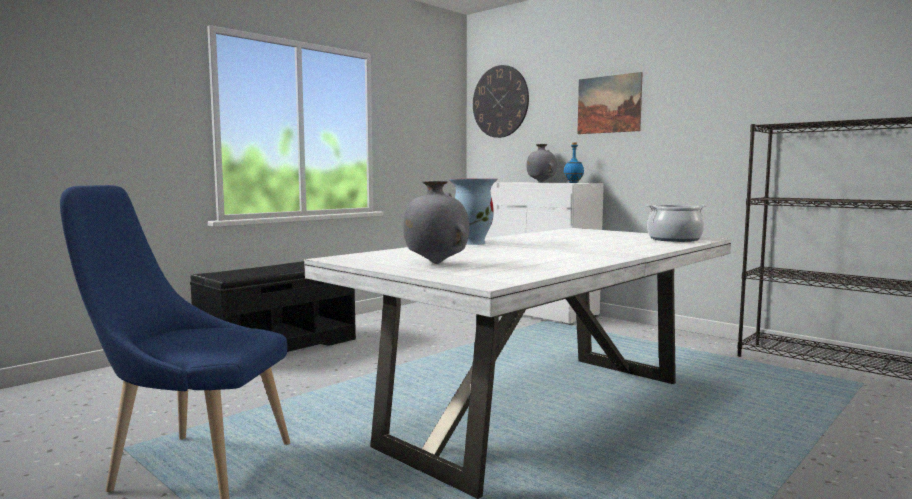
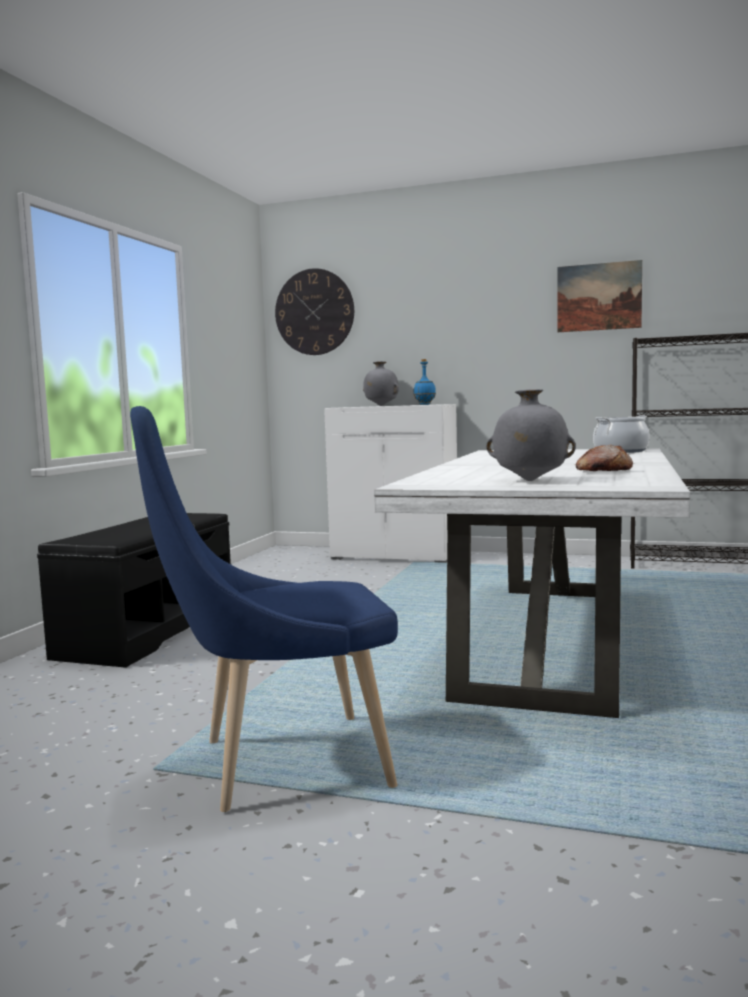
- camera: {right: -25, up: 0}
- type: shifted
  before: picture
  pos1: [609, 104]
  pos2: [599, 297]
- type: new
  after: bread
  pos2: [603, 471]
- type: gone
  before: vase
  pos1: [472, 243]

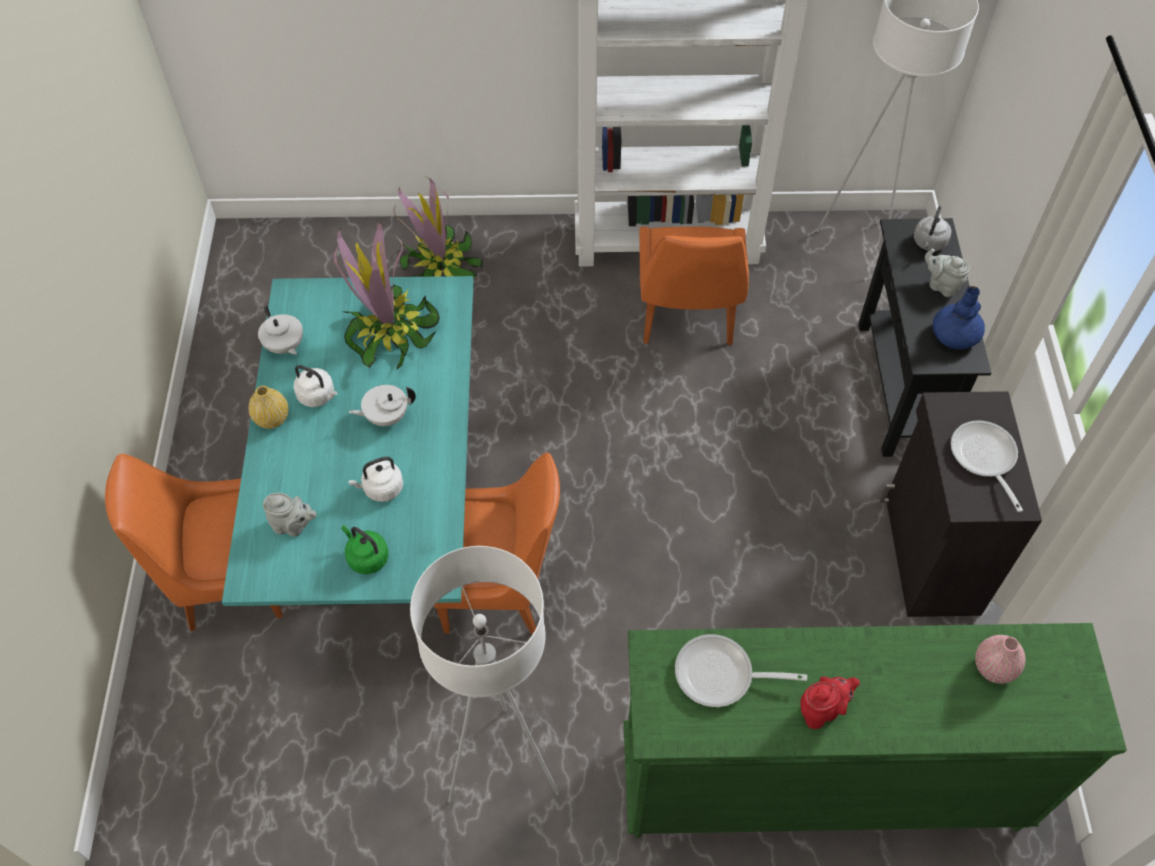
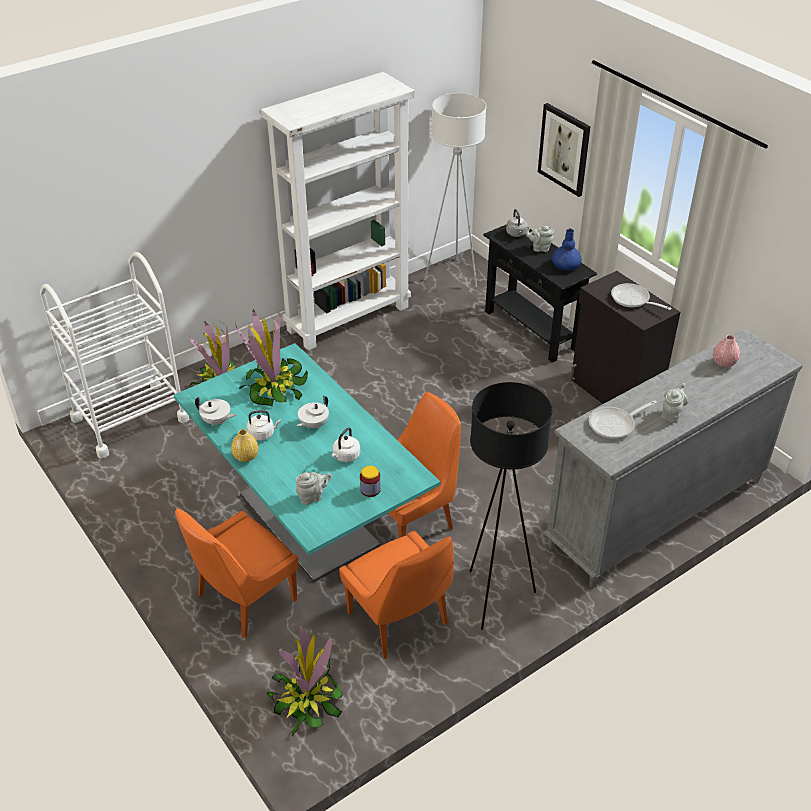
- camera: {right: -35, up: -15}
- type: new
  after: white cart
  pos2: [130, 419]
- type: new
  after: potted plant
  pos2: [307, 700]
- type: shifted
  before: orange chair
  pos1: [686, 317]
  pos2: [400, 621]
- type: swapped
  before: green kettle
  after: jar
  pos1: [366, 557]
  pos2: [370, 489]
- type: repainted
  before: white floor lamp
  after: black floor lamp
  pos1: [502, 768]
  pos2: [495, 598]
- type: new
  after: picture
  pos2: [564, 149]
- type: repainted
  before: green dresser
  after: grey dresser
  pos1: [819, 783]
  pos2: [655, 513]
- type: repainted
  before: red teapot
  after: grey teapot
  pos1: [821, 710]
  pos2: [671, 414]

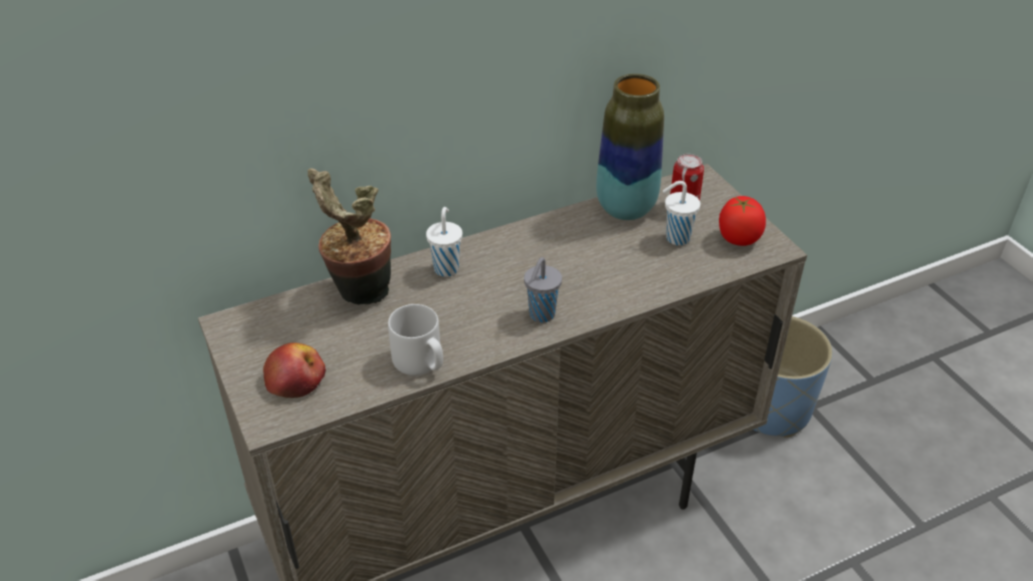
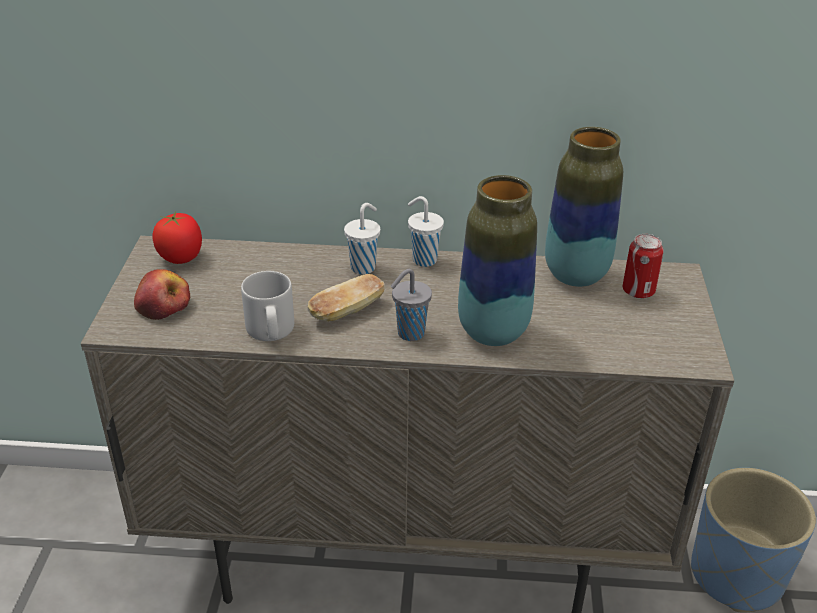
- camera: {right: 30, up: -5}
- type: shifted
  before: tomato
  pos1: [738, 238]
  pos2: [181, 257]
- type: new
  after: bread
  pos2: [347, 312]
- type: shifted
  before: white cup
  pos1: [676, 238]
  pos2: [423, 260]
- type: new
  after: vase
  pos2: [493, 332]
- type: gone
  before: potted plant
  pos1: [358, 293]

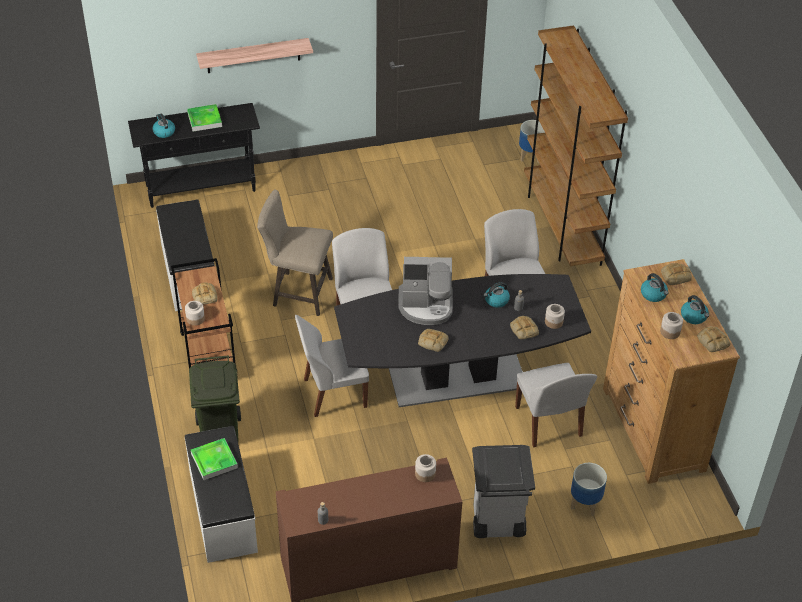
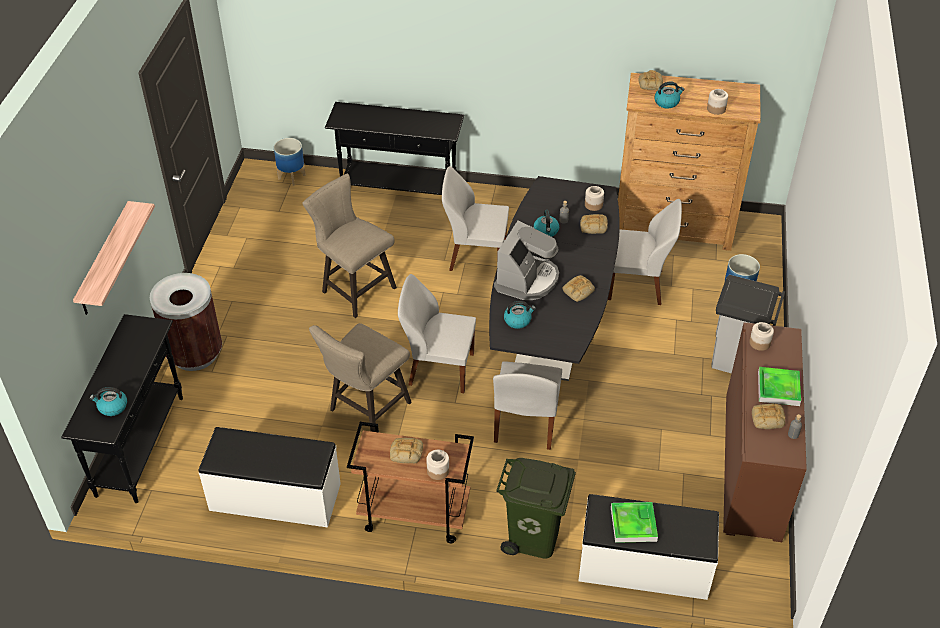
- camera: {right: -65, up: 0}
- type: new
  after: brown trash can
  pos2: [194, 353]
- type: new
  after: beige stool
  pos2: [354, 288]
- type: swapped
  before: brown bookcase
  after: black console table
  pos1: [562, 225]
  pos2: [399, 190]
- type: shifted
  before: kettle
  pos1: [694, 316]
  pos2: [518, 320]
- type: shifted
  before: bread
  pos1: [712, 341]
  pos2: [767, 419]
- type: shifted
  before: tray
  pos1: [204, 120]
  pos2: [778, 388]

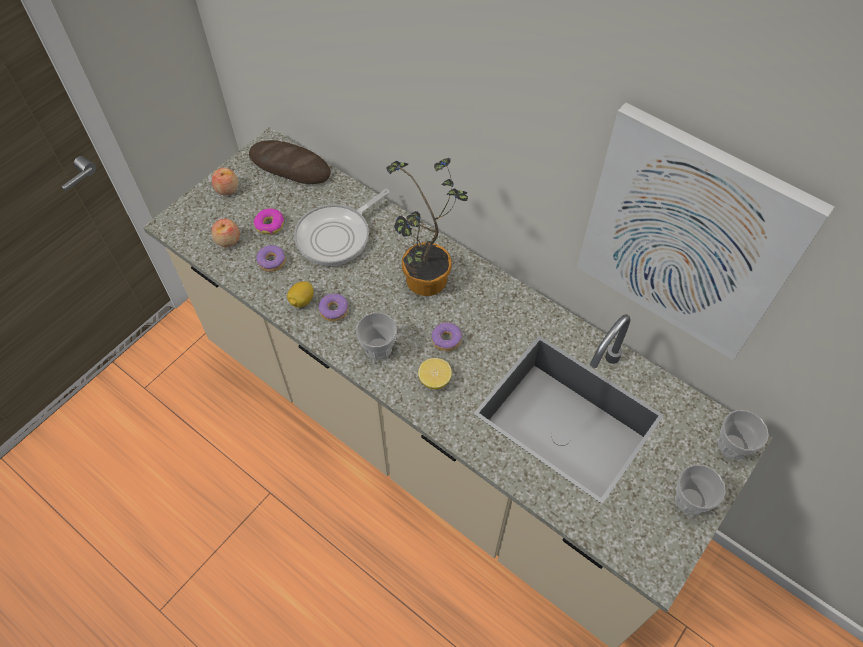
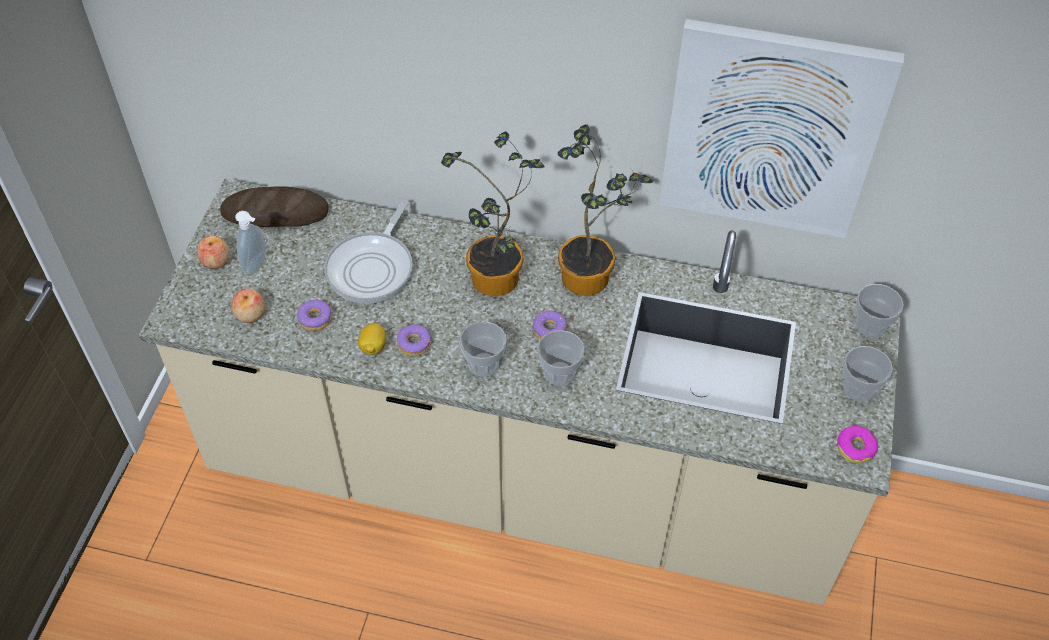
- camera: {right: -25, up: -5}
- type: new
  after: soap dispenser
  pos2: [257, 265]
- type: swapped
  before: lemon
  after: cup
  pos1: [434, 380]
  pos2: [559, 372]
- type: new
  after: potted plant
  pos2: [592, 276]
- type: shifted
  before: donut
  pos1: [270, 225]
  pos2: [855, 448]

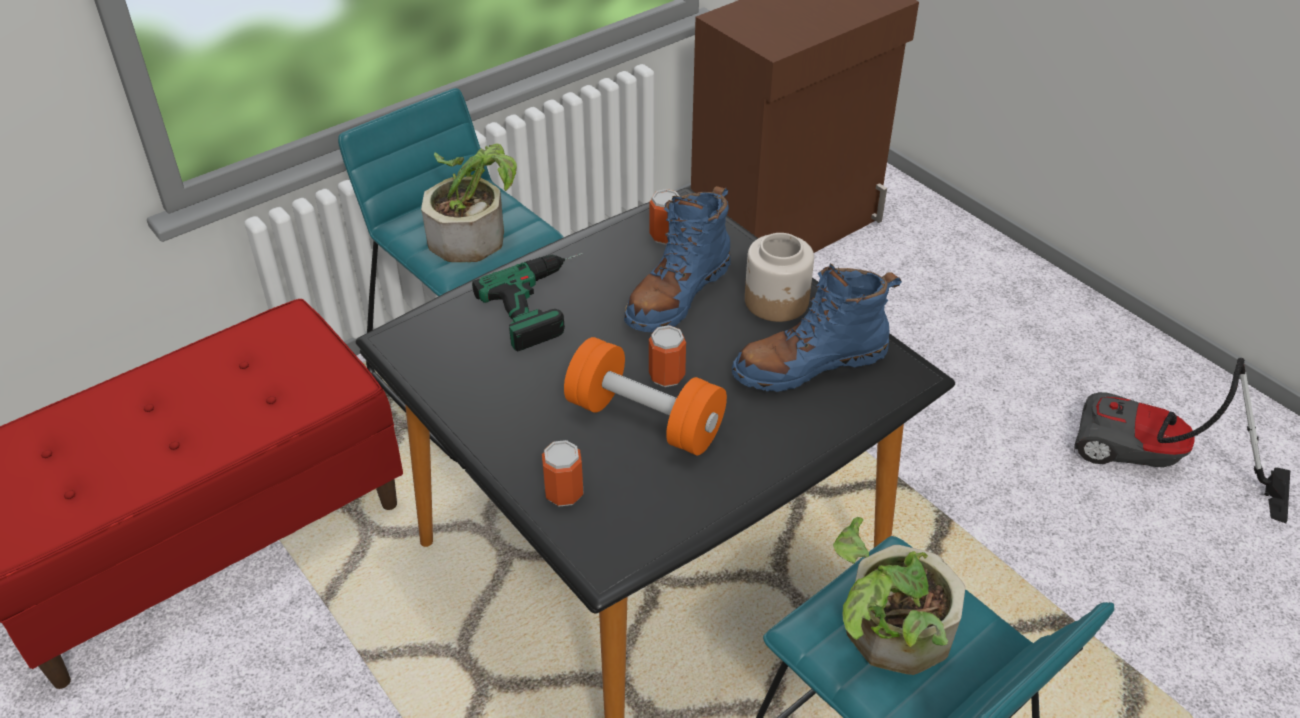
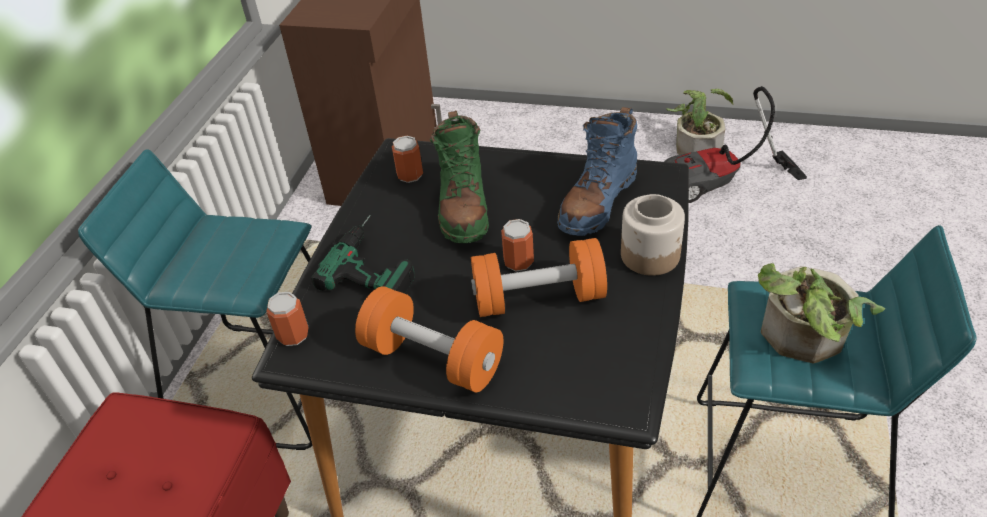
- camera: {right: -35, up: 0}
- type: shifted
  before: can
  pos1: [564, 493]
  pos2: [293, 335]
- type: new
  after: orange dumbbell
  pos2: [433, 358]
- type: repainted
  before: blue boot
  after: green boot
  pos1: [677, 294]
  pos2: [463, 207]
- type: shifted
  before: jar
  pos1: [777, 301]
  pos2: [651, 255]
- type: shifted
  before: potted plant
  pos1: [474, 233]
  pos2: [697, 144]

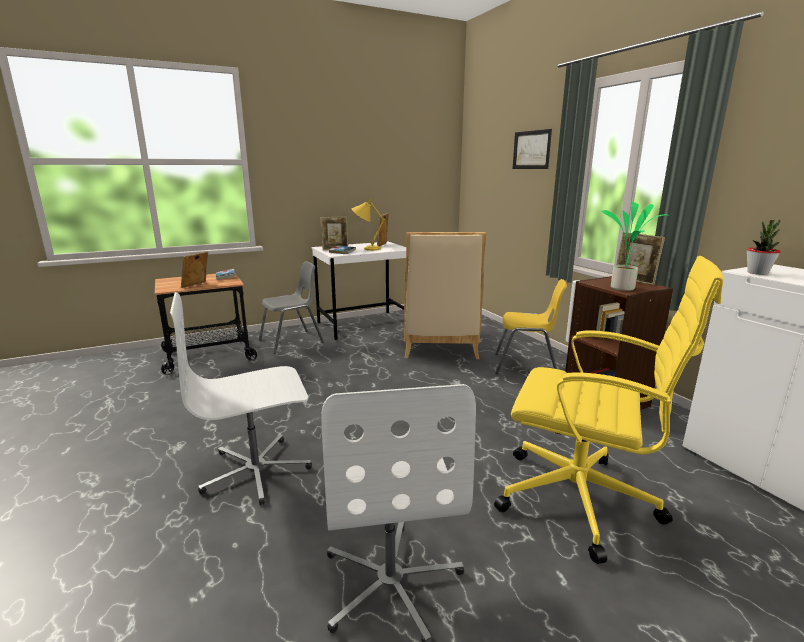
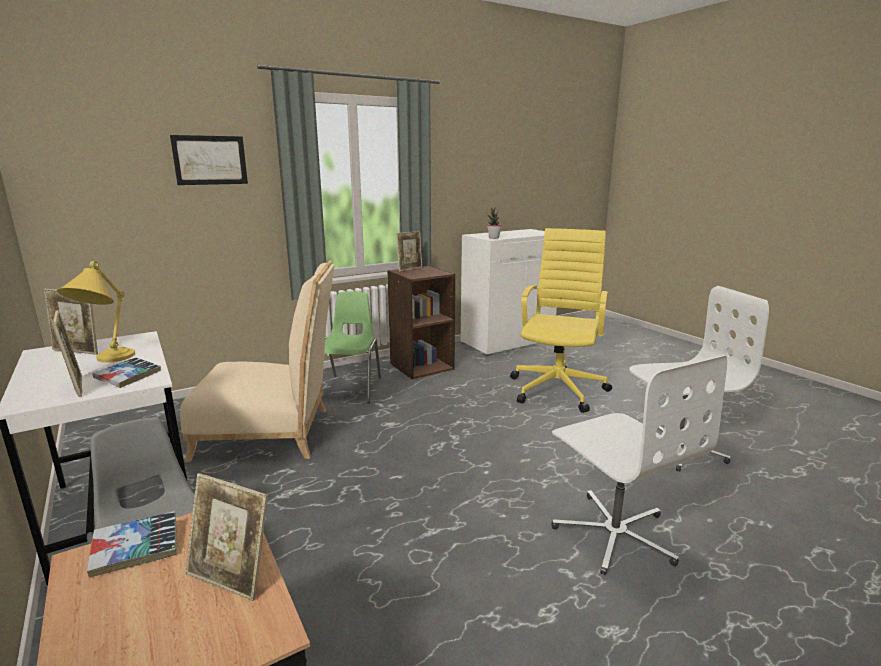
- camera: {right: -95, up: 0}
- type: repainted
  before: yellow chair
  after: green chair
  pos1: [526, 366]
  pos2: [350, 388]
- type: gone
  before: potted plant
  pos1: [624, 288]

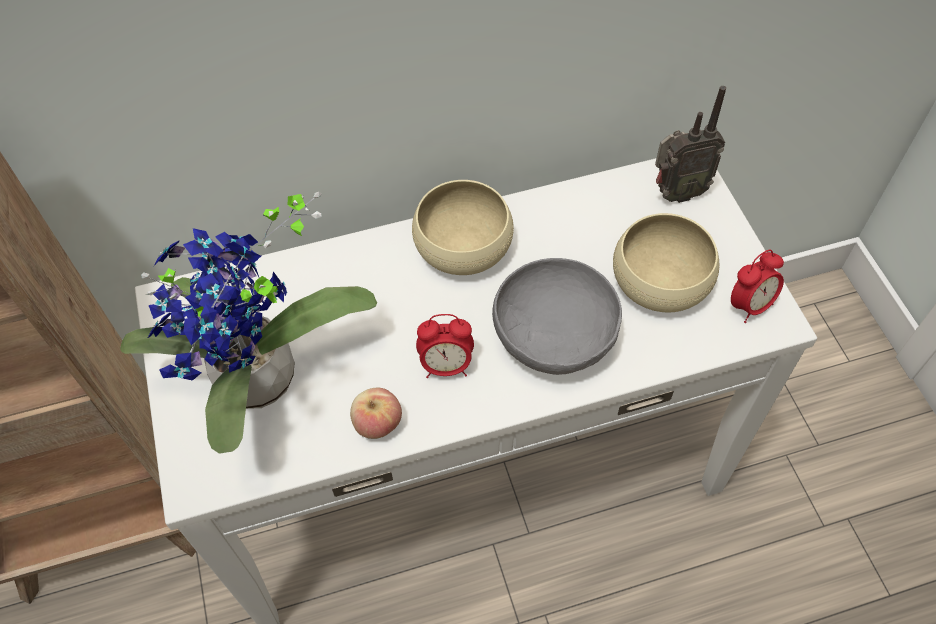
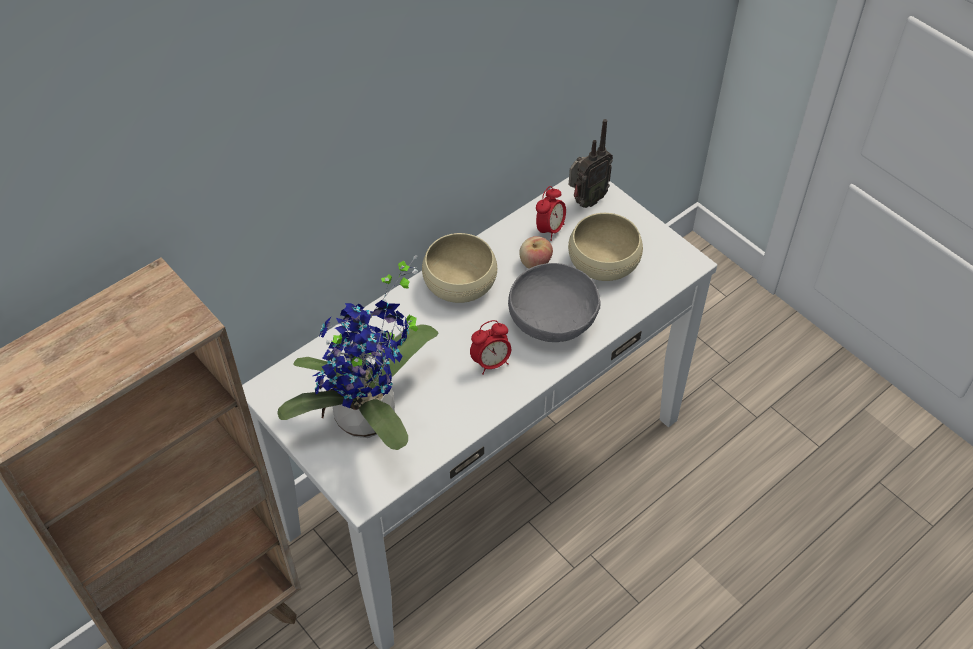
- camera: {right: -25, up: -5}
- type: shifted
  before: apple
  pos1: [377, 423]
  pos2: [535, 263]
- type: shifted
  before: alarm clock
  pos1: [749, 305]
  pos2: [550, 229]

